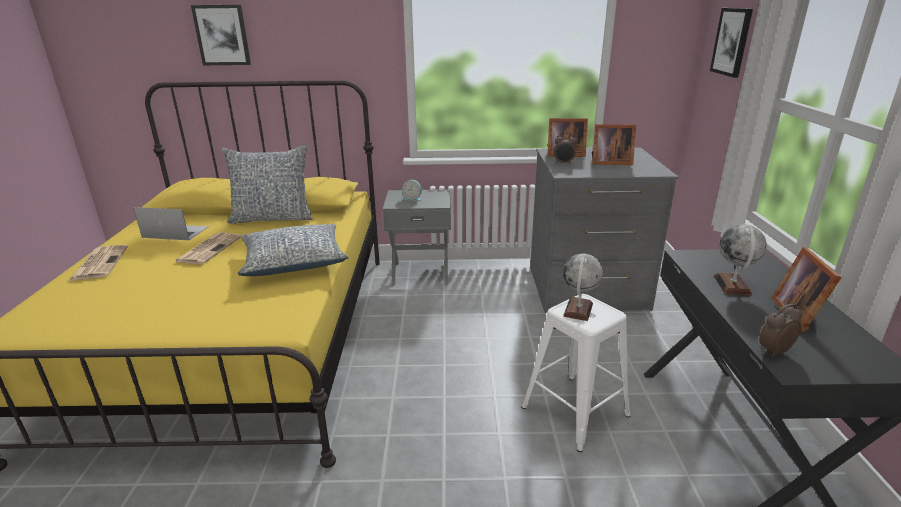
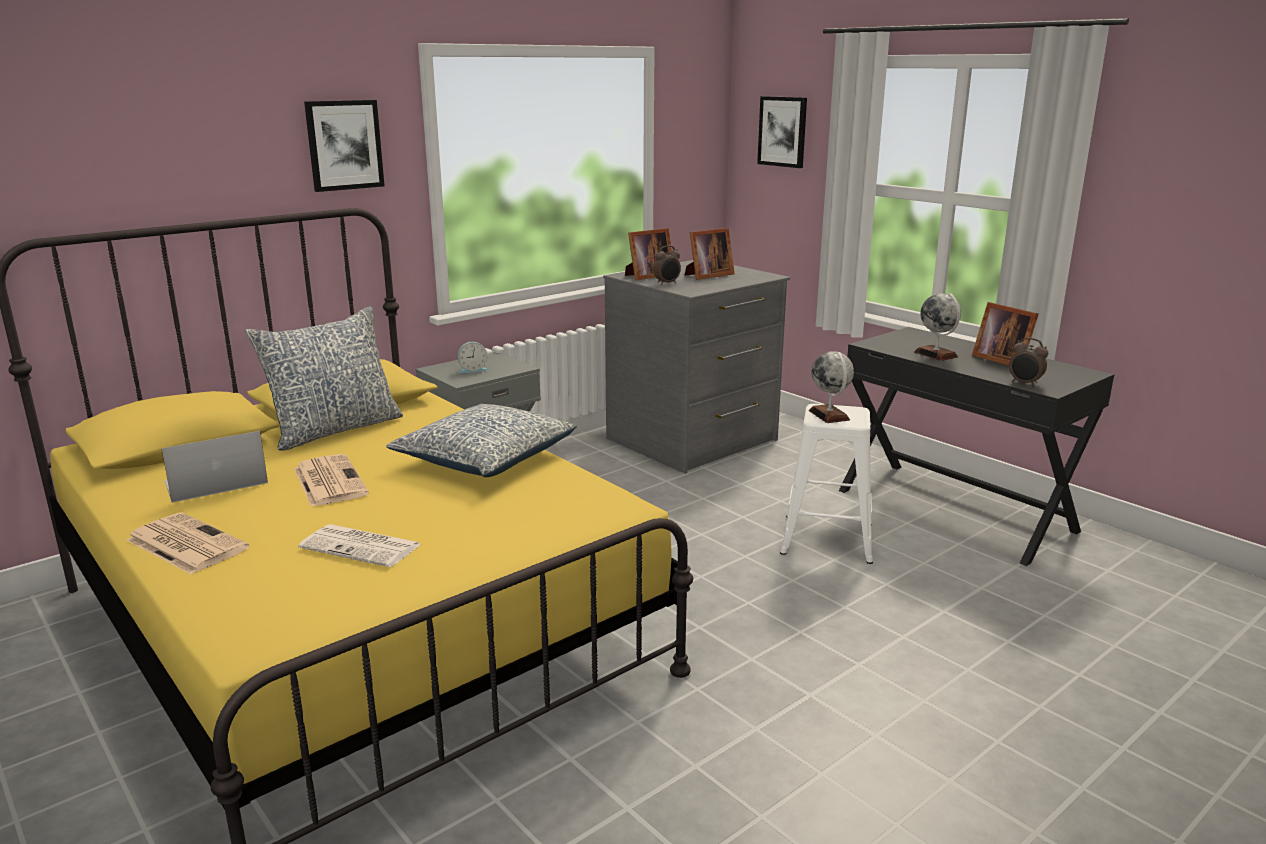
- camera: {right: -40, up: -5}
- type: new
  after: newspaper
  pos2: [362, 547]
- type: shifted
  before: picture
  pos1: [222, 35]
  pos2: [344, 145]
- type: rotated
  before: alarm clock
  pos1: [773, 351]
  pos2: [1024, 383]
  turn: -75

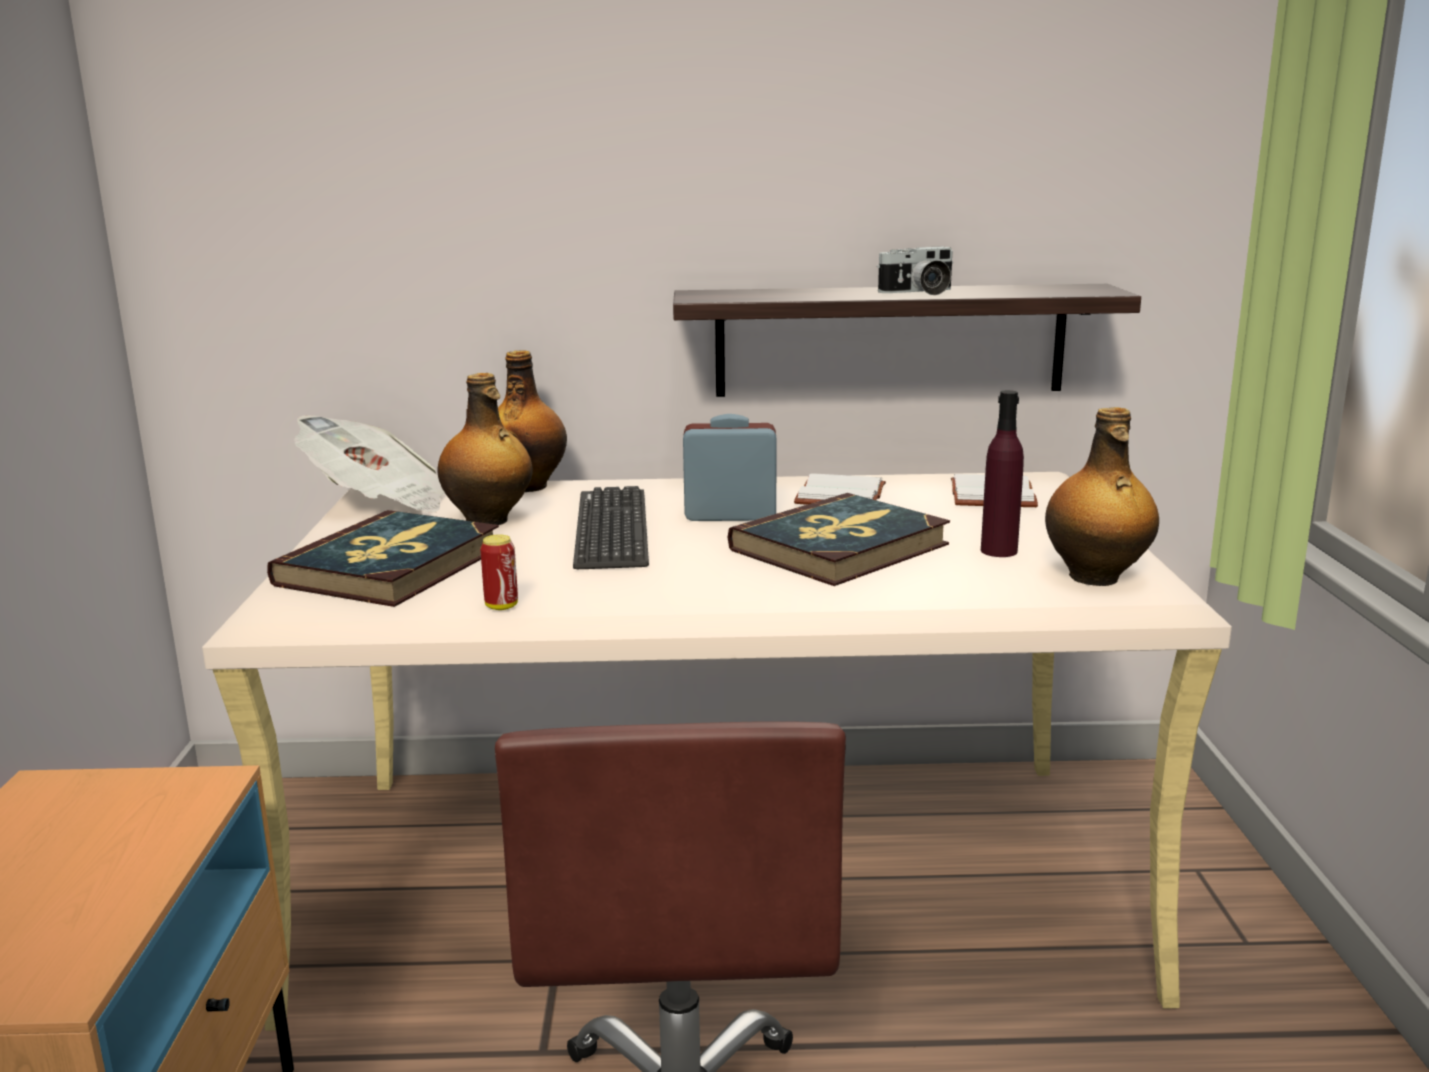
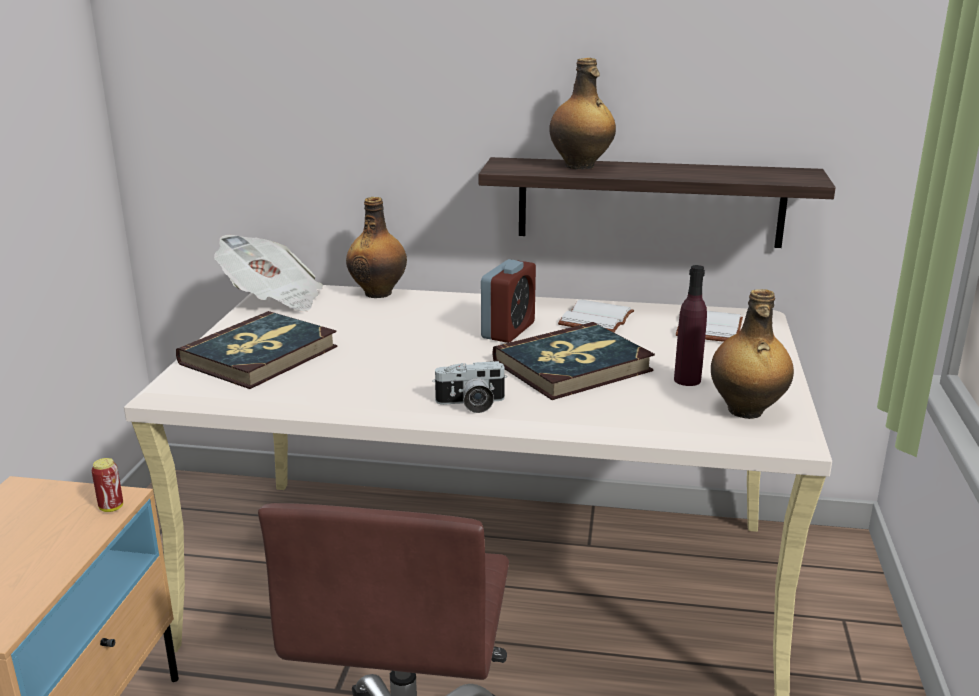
- camera: {right: 10, up: 5}
- type: shifted
  before: can
  pos1: [501, 606]
  pos2: [111, 507]
- type: shifted
  before: photo camera
  pos1: [919, 293]
  pos2: [471, 404]
- type: rotated
  before: alarm clock
  pos1: [730, 515]
  pos2: [508, 330]
  turn: 105
- type: shifted
  before: bottle
  pos1: [488, 520]
  pos2: [580, 166]
- type: gone
  before: keyboard
  pos1: [611, 529]

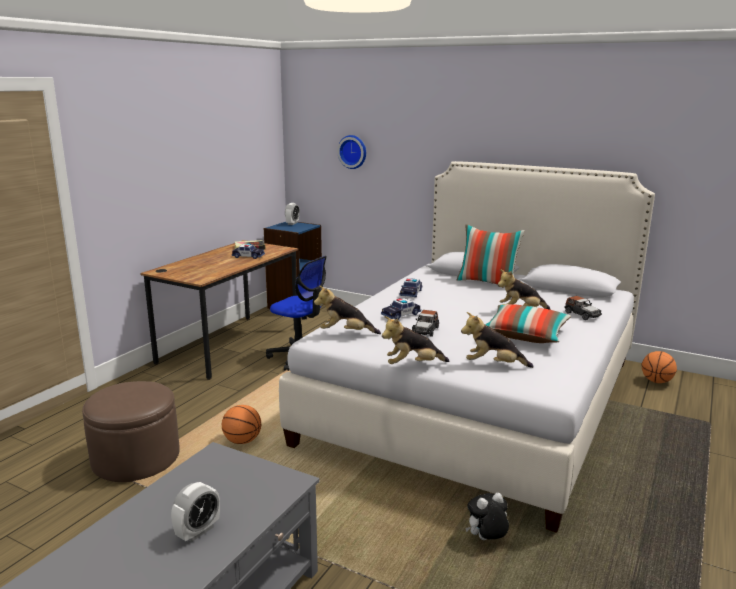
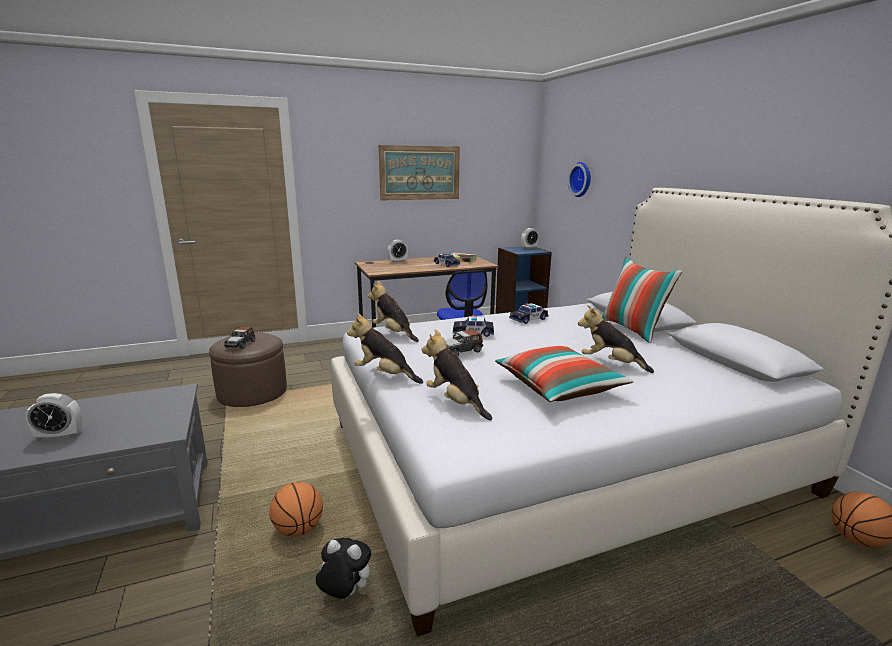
- camera: {right: 40, up: 0}
- type: shifted
  before: toy car
  pos1: [582, 315]
  pos2: [240, 344]
- type: shifted
  before: basketball
  pos1: [242, 441]
  pos2: [298, 529]
- type: new
  after: picture
  pos2: [420, 173]
- type: new
  after: alarm clock
  pos2: [397, 261]

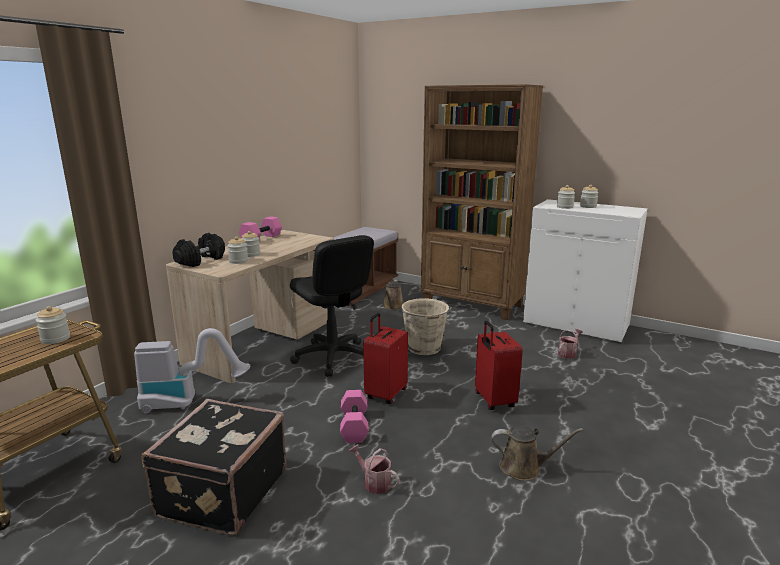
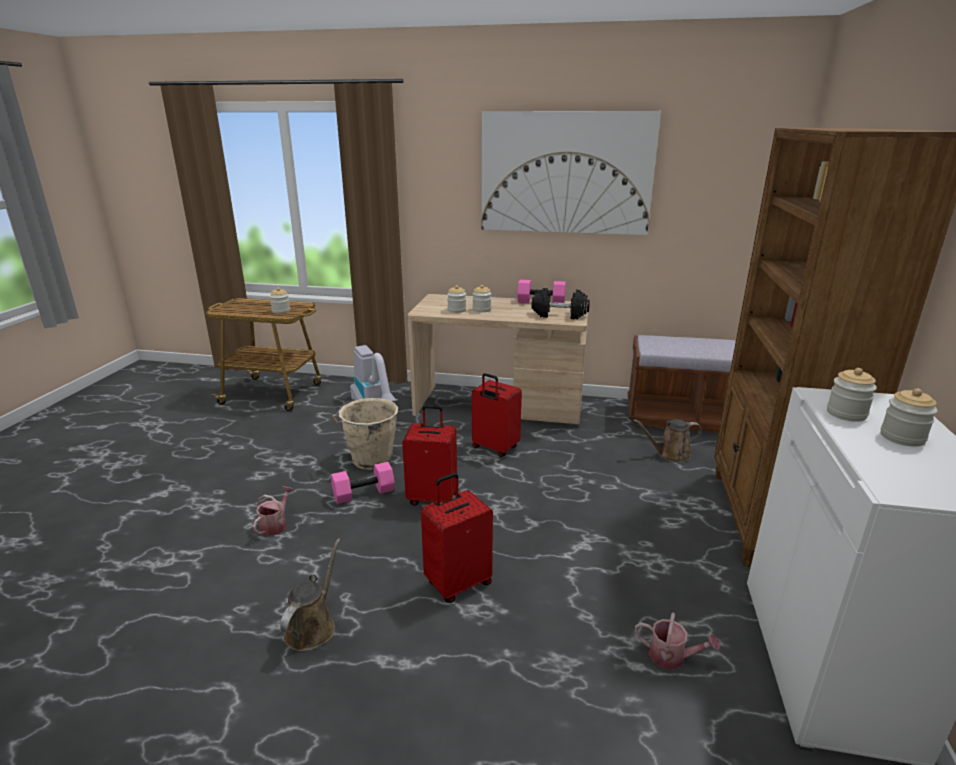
- camera: {right: 70, up: 5}
- type: rotated
  before: brown watering can
  pos1: [524, 468]
  pos2: [313, 627]
  turn: -150
- type: shifted
  before: beige bucket
  pos1: [424, 349]
  pos2: [370, 460]
- type: swapped
  before: black office chair
  after: red suitcase
  pos1: [332, 357]
  pos2: [494, 448]
- type: new
  after: picture
  pos2: [565, 173]
- type: shifted
  before: black dumbbell
  pos1: [200, 260]
  pos2: [560, 315]
- type: gone
  before: black suitcase
  pos1: [221, 492]

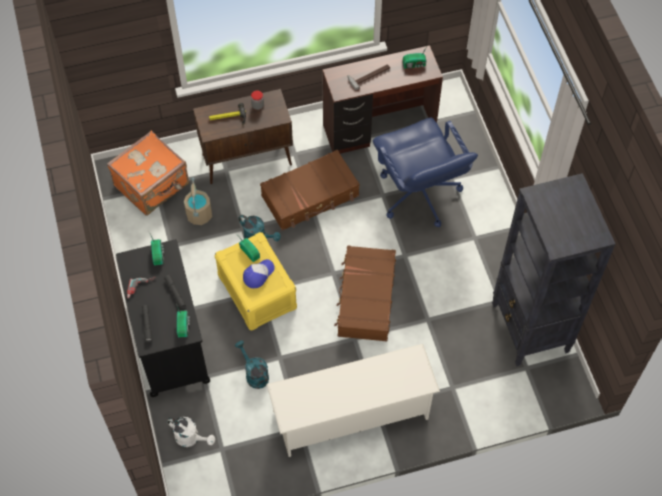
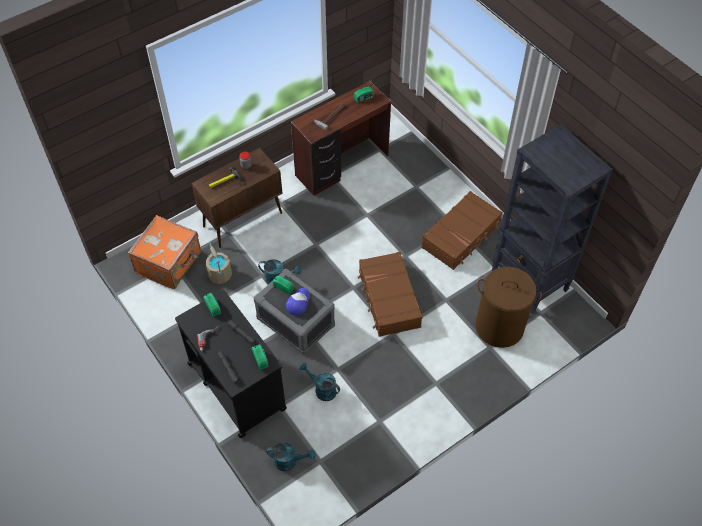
- camera: {right: -20, up: -5}
- type: repainted
  before: yellow storage box
  after: grey storage box
  pos1: [256, 291]
  pos2: [295, 321]
- type: repainted
  before: white watering can
  after: turquoise watering can
  pos1: [191, 438]
  pos2: [289, 461]
- type: shifted
  before: brown suitcase
  pos1: [310, 196]
  pos2: [461, 236]
- type: new
  after: brown laundry basket
  pos2: [499, 326]
- type: gone
  before: white shoe rack
  pos1: [351, 415]
- type: gone
  before: blue office chair
  pos1: [418, 195]

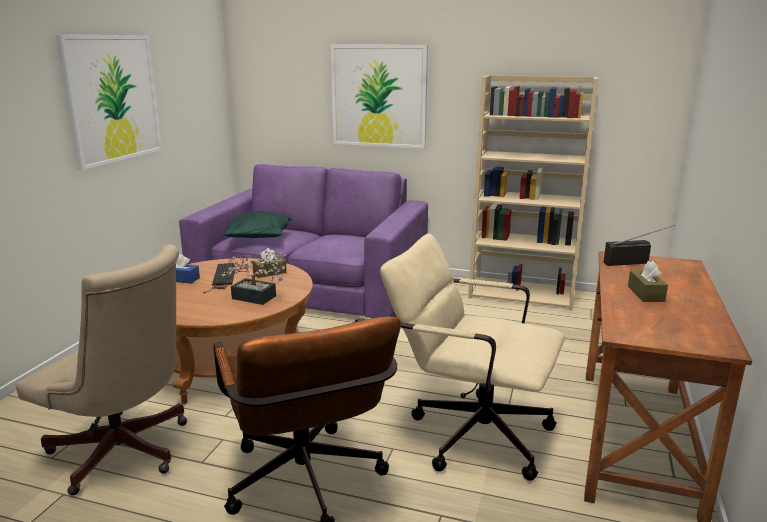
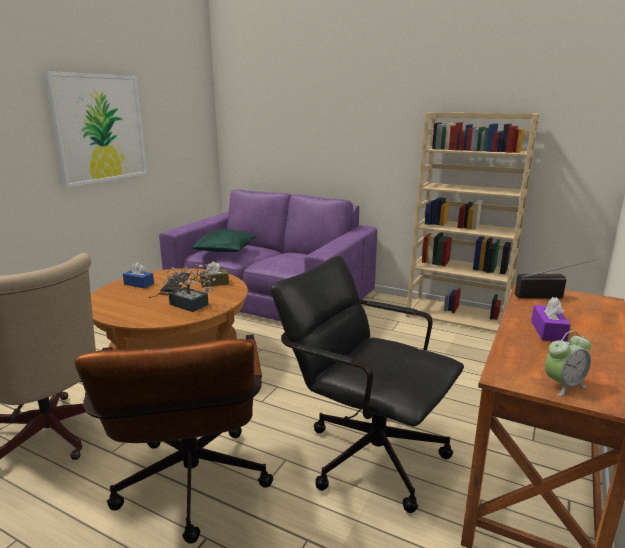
- camera: {right: 10, up: 0}
- type: repainted
  before: beige office chair
  after: black office chair
  pos1: [469, 432]
  pos2: [364, 451]
- type: repainted
  before: brown tissue box
  after: purple tissue box
  pos1: [645, 294]
  pos2: [548, 331]
- type: new
  after: alarm clock
  pos2: [563, 385]
- type: gone
  before: picture
  pos1: [379, 96]

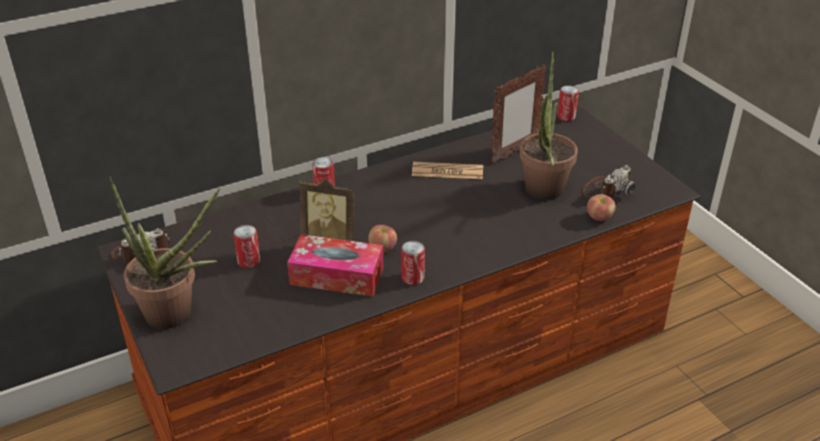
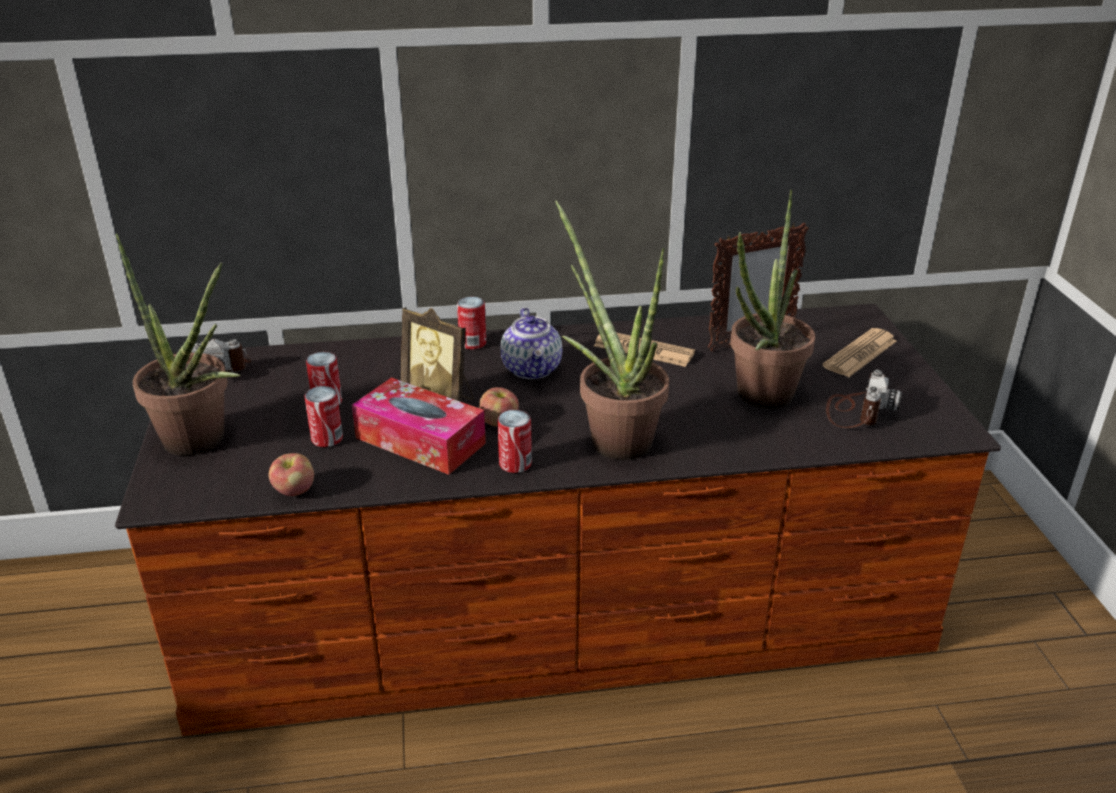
- camera: {right: 20, up: -5}
- type: shifted
  before: apple
  pos1: [599, 218]
  pos2: [294, 491]
- type: shifted
  before: can
  pos1: [566, 116]
  pos2: [327, 438]
- type: new
  after: teapot
  pos2: [532, 369]
- type: new
  after: potted plant
  pos2: [612, 436]
- type: new
  after: newspaper
  pos2: [860, 354]
- type: rotated
  before: photo camera
  pos1: [606, 189]
  pos2: [856, 411]
  turn: -45

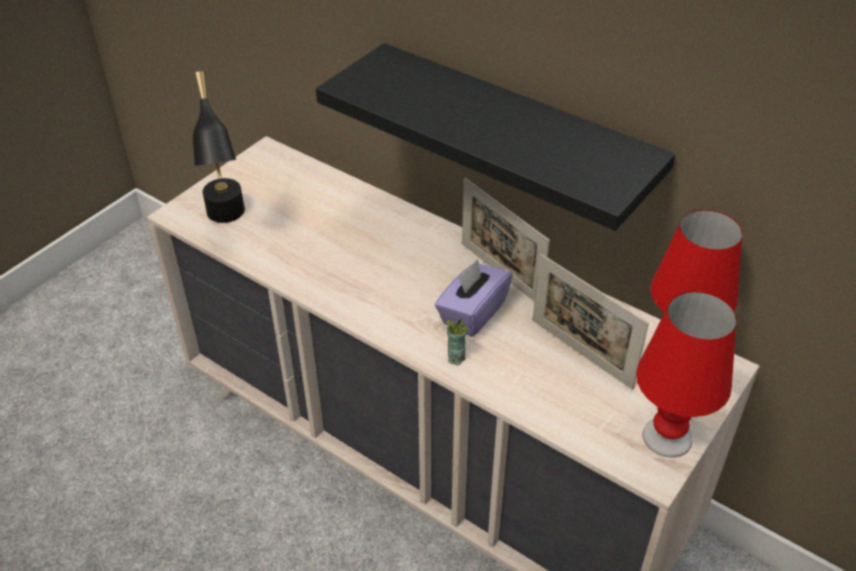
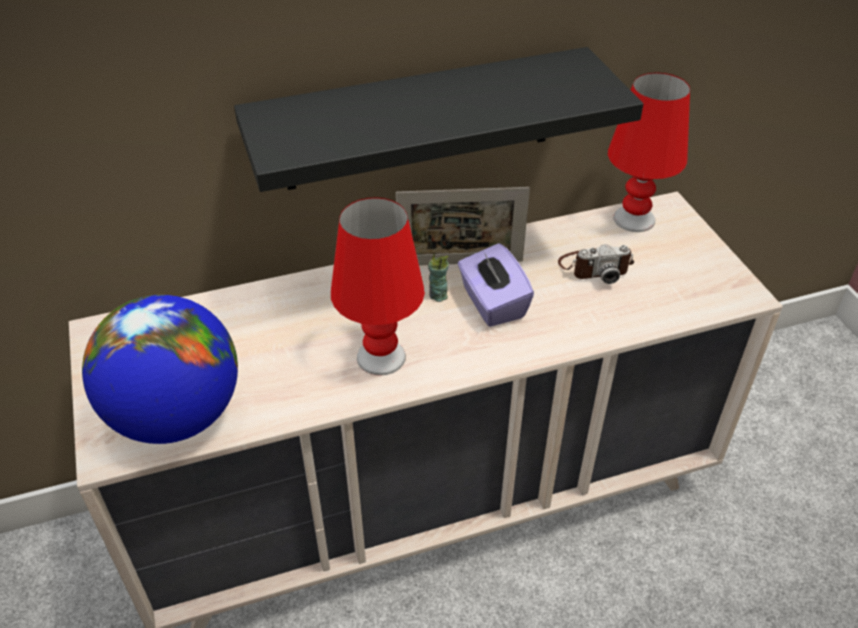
- camera: {right: -55, up: 0}
- type: swapped
  before: black table lamp
  after: globe
  pos1: [227, 222]
  pos2: [176, 416]
- type: shifted
  before: red table lamp
  pos1: [667, 437]
  pos2: [380, 356]
- type: shifted
  before: cup
  pos1: [455, 357]
  pos2: [438, 295]
- type: swapped
  before: picture frame
  after: photo camera
  pos1: [581, 353]
  pos2: [594, 267]

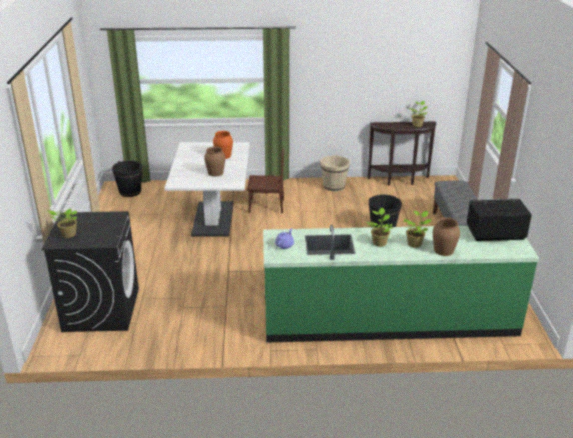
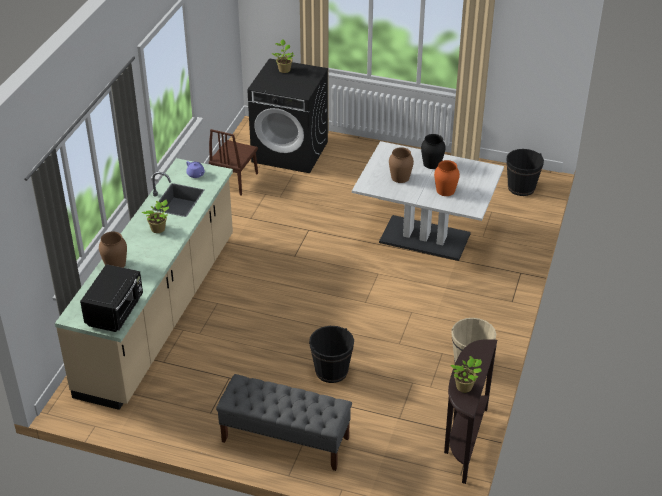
- camera: {right: 110, up: 10}
- type: repainted
  before: green counter
  after: beige counter
  pos1: [389, 320]
  pos2: [160, 313]
- type: shifted
  before: brown chair
  pos1: [266, 206]
  pos2: [234, 180]
- type: new
  after: black vase
  pos2: [432, 164]
- type: gone
  before: potted plant
  pos1: [415, 243]

